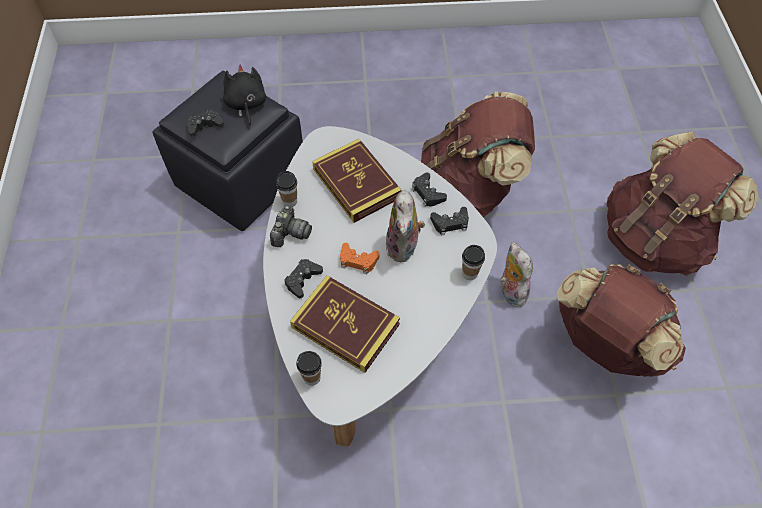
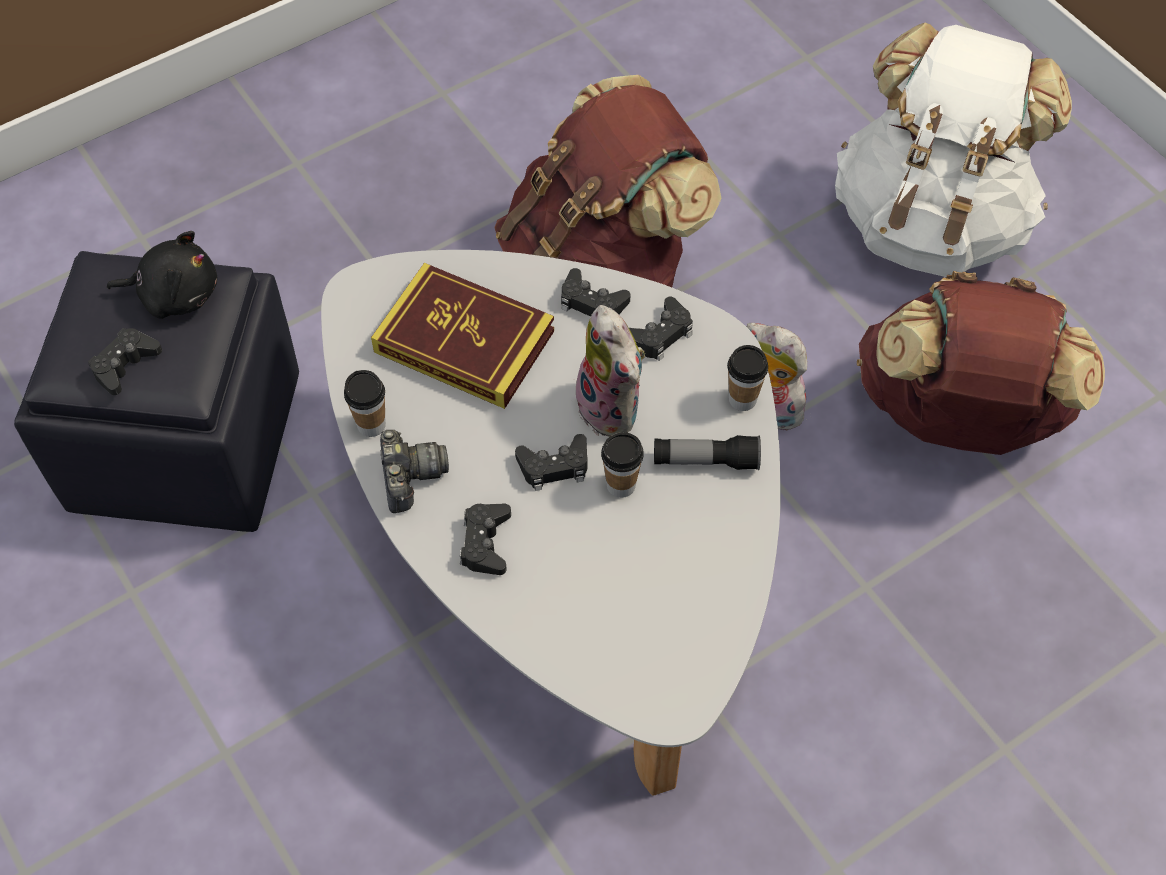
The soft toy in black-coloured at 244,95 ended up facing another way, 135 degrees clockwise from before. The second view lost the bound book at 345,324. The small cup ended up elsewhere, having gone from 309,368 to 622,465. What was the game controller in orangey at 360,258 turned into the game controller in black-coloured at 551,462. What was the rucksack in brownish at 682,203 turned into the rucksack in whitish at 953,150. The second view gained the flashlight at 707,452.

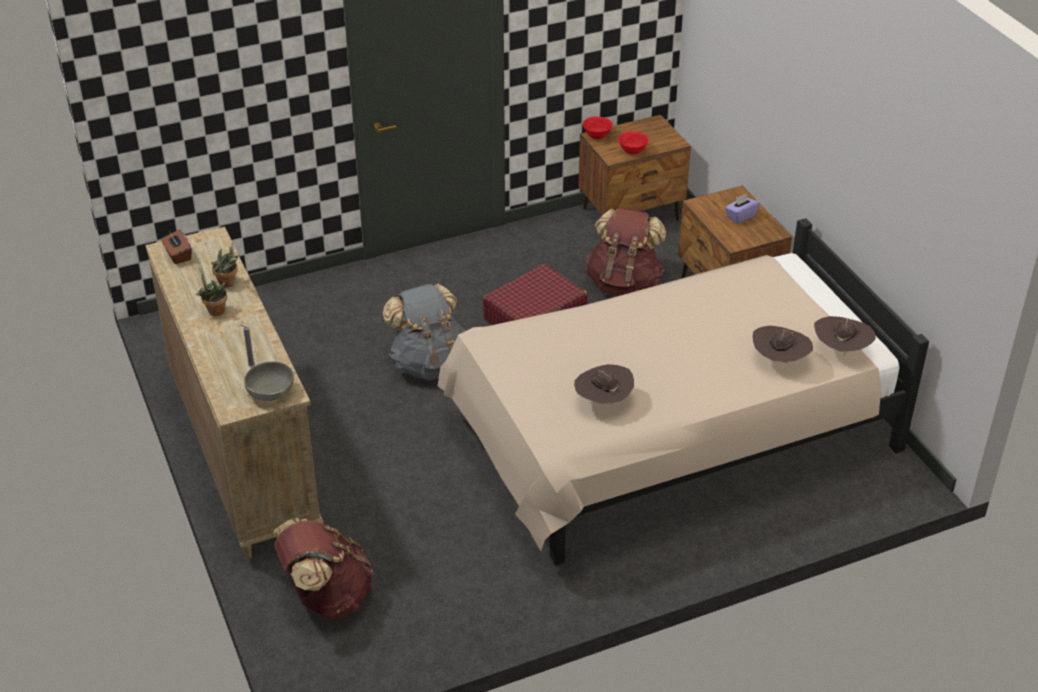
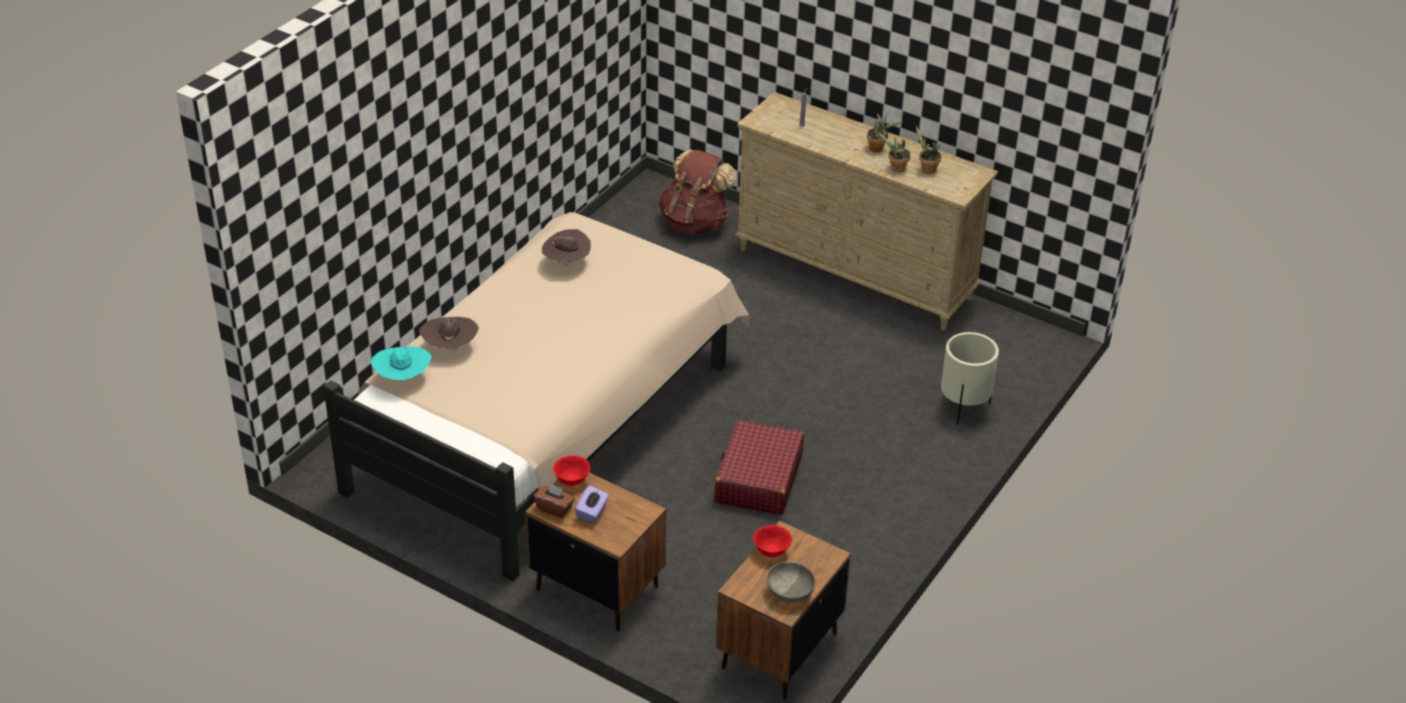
The tissue box in brownish ended up elsewhere, having gone from 176,246 to 554,501. The deep dish in greyish ended up elsewhere, having gone from 269,381 to 790,582. The second view lost the rucksack in greyish at 424,332. The deep dish in red-coloured ended up elsewhere, having gone from 598,128 to 572,470. The second view lost the rucksack in brownish at 625,252. What was the clothing hat in brownish at 845,336 turned into the clothing hat in blue-green at 401,363. The second view gained the plant in a pot at 928,150. The second view gained the planter in beige at 970,378.

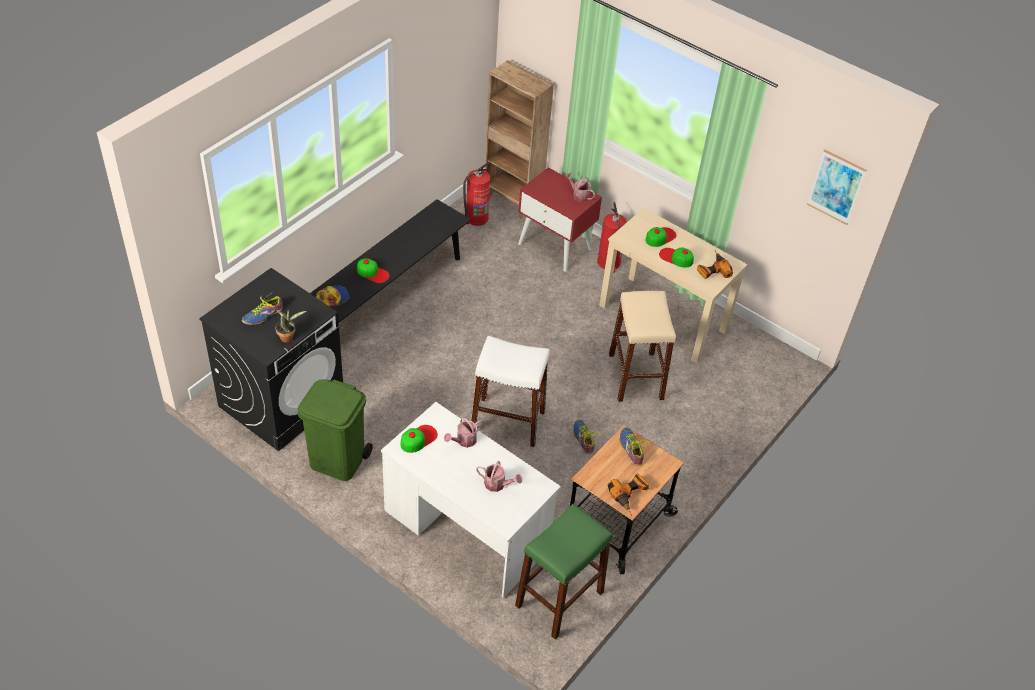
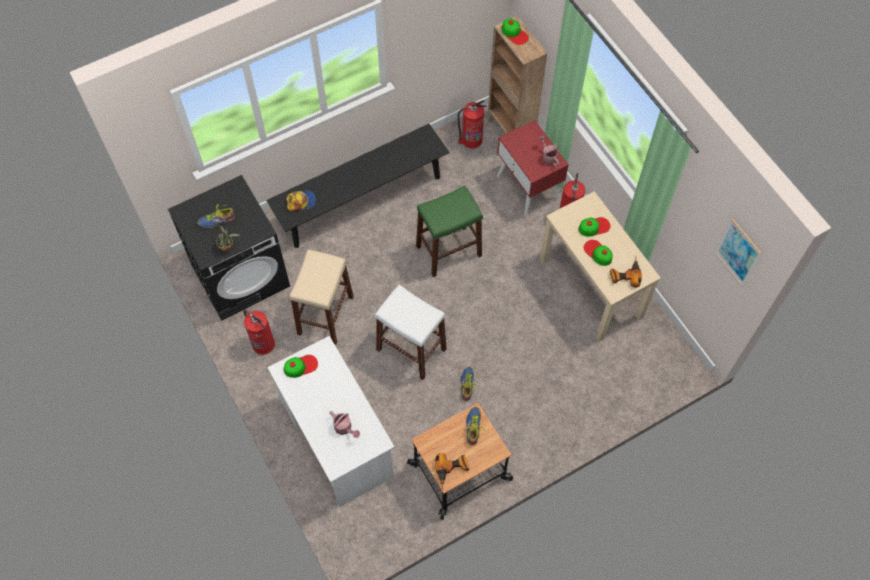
Where the rubbish bin in green-coloured stood at 335,430, the fire extinguisher came to stand at 259,332. The peaked cap ended up elsewhere, having gone from 373,270 to 515,32. The second view lost the watering can at 463,433. The stool seat in green-coloured ended up elsewhere, having gone from 564,572 to 449,231. The stool seat in beige ended up elsewhere, having gone from 642,346 to 321,297.

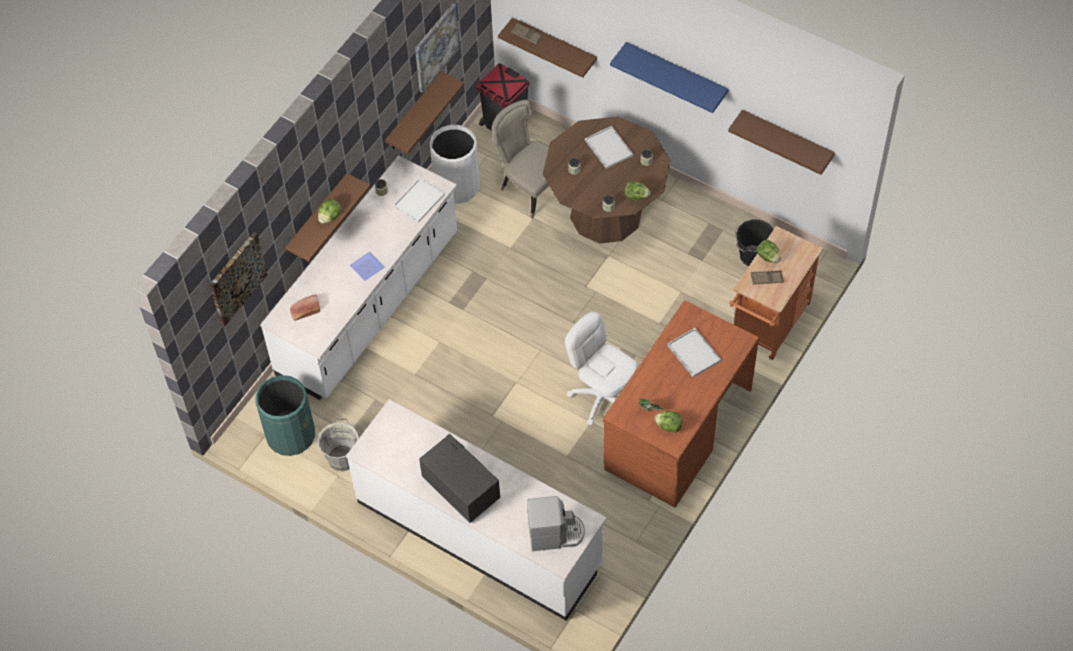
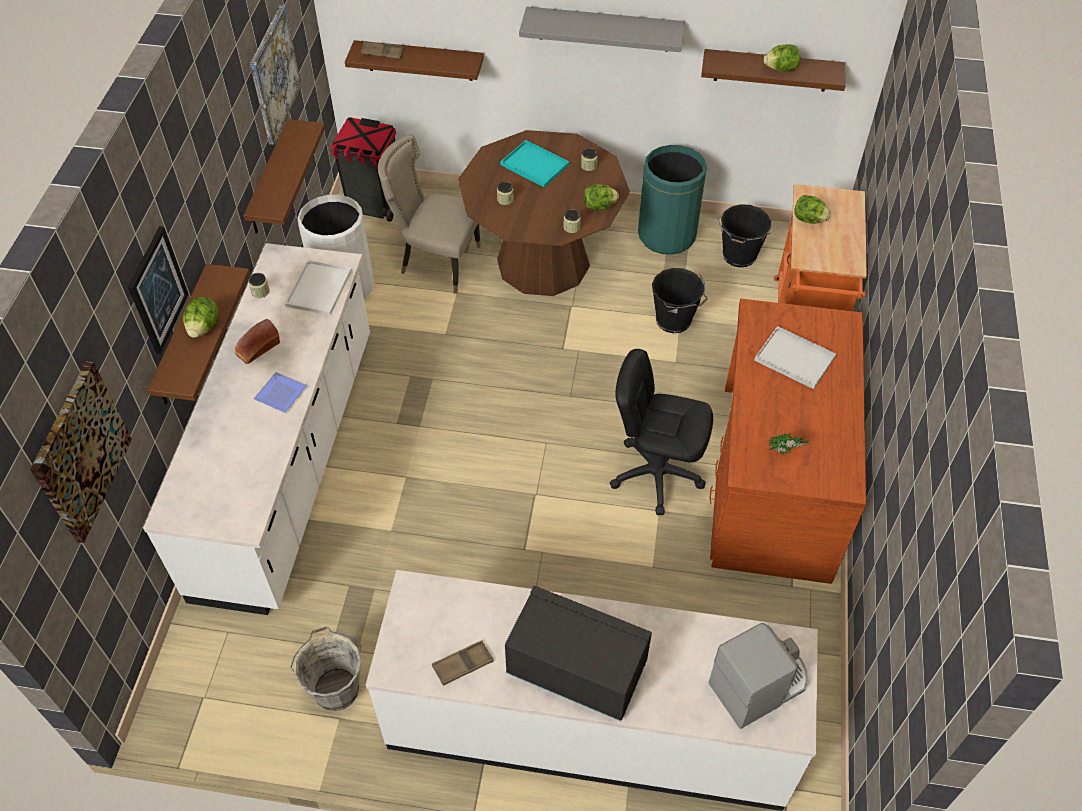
The rubbish bin in green-coloured ended up elsewhere, having gone from 285,415 to 672,200. The baked bread ended up elsewhere, having gone from 305,307 to 257,341. What was the office chair in whitish at 601,368 turned into the office chair in black-coloured at 661,432. What was the carrying tray in whitish at 609,147 turned into the carrying tray in blue-green at 534,163. What was the shelf in blue-coloured at 669,77 turned into the shelf in greyish at 602,29. The head of lettuce ended up elsewhere, having gone from 668,421 to 782,58. The carrying tray in brownish ended up elsewhere, having gone from 767,277 to 463,663. The second view gained the picture at 158,290. The second view gained the water bucket in black-coloured at 680,300.

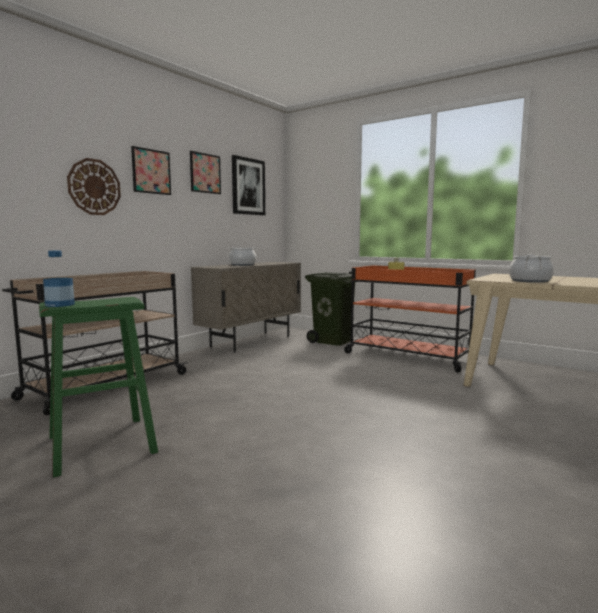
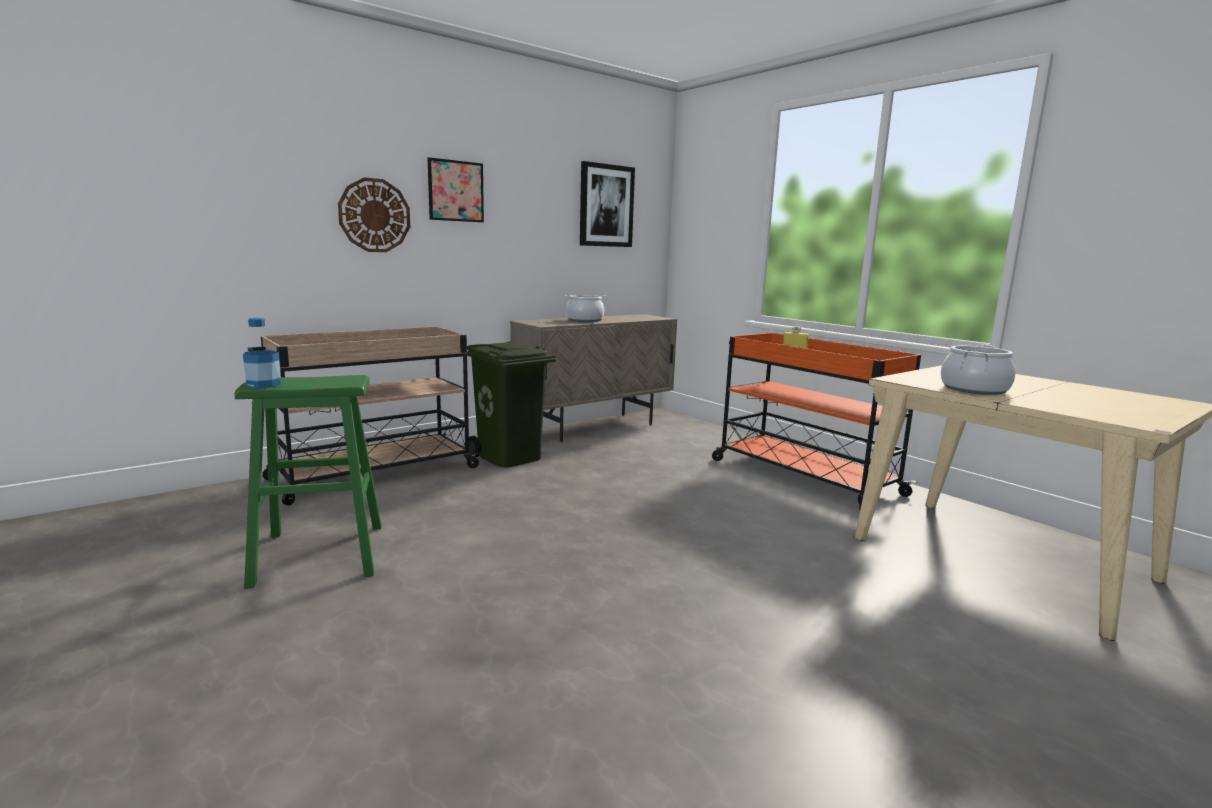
The second view lost the picture at 205,172. The rubbish bin in green-coloured ended up elsewhere, having gone from 330,308 to 511,404.

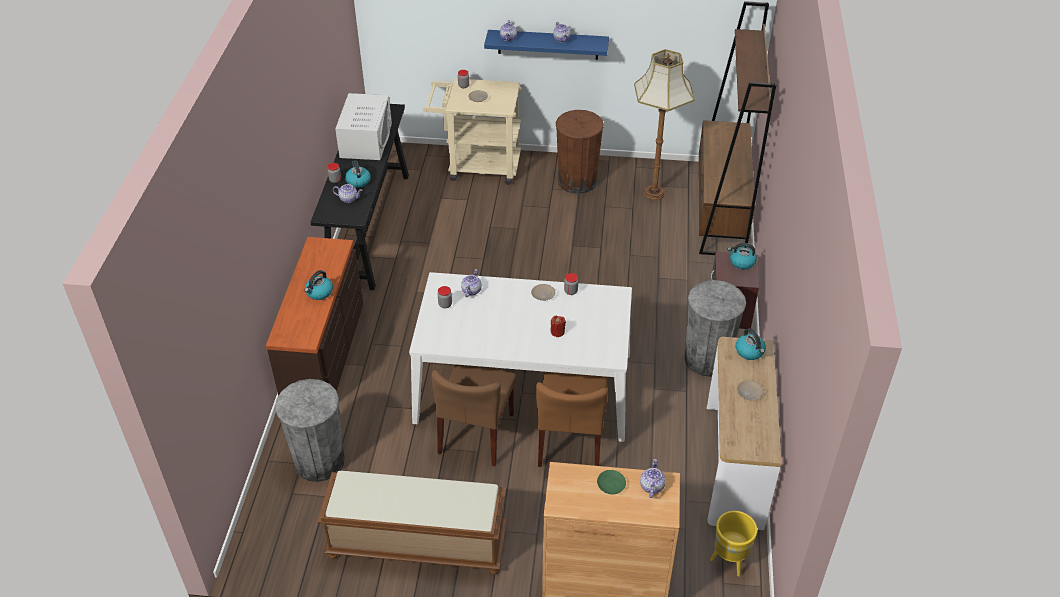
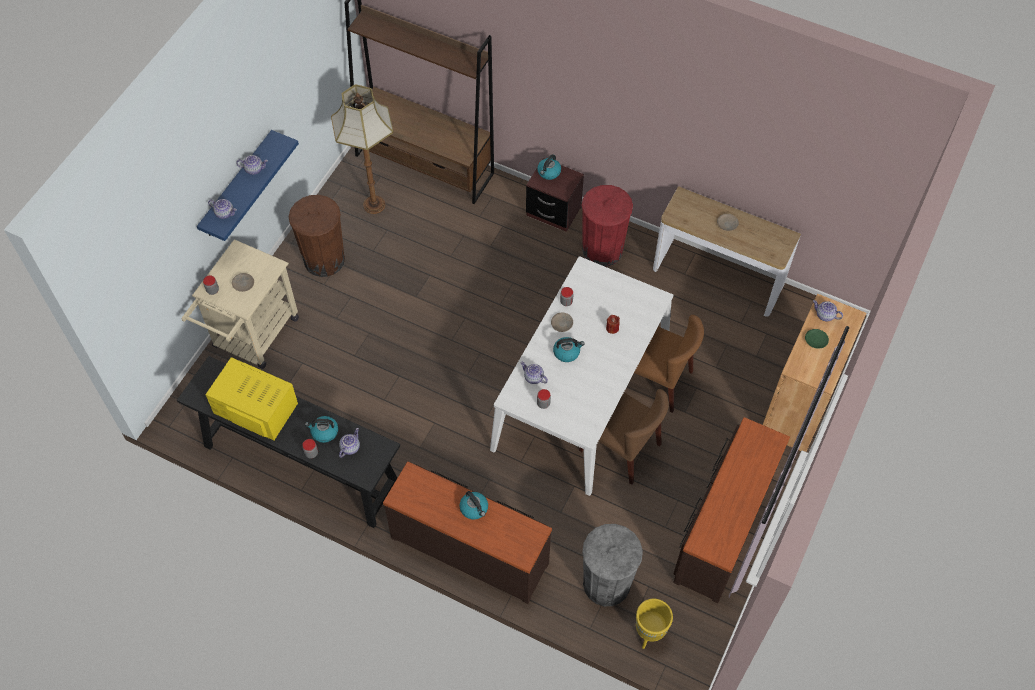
Where the indoor bench in brownish stood at 412,523, the dresser in brownish came to stand at 731,510. What was the kitchen microwave in whitish at 363,126 turned into the kitchen microwave in yellowish at 251,399. What was the rubbish bin in greyish at 715,328 turned into the rubbish bin in red-coloured at 607,226. The planter in yellowish ended up elsewhere, having gone from 733,544 to 654,624. The kettle ended up elsewhere, having gone from 751,344 to 569,349.

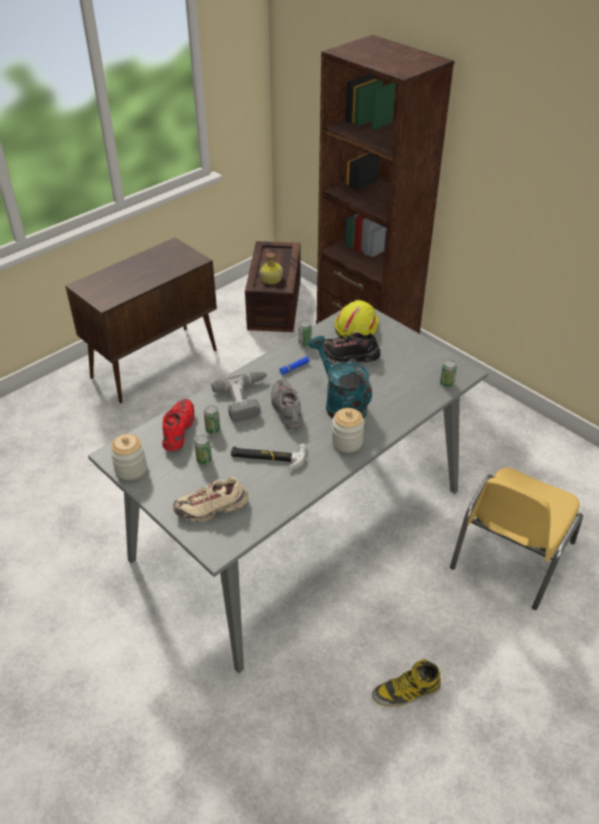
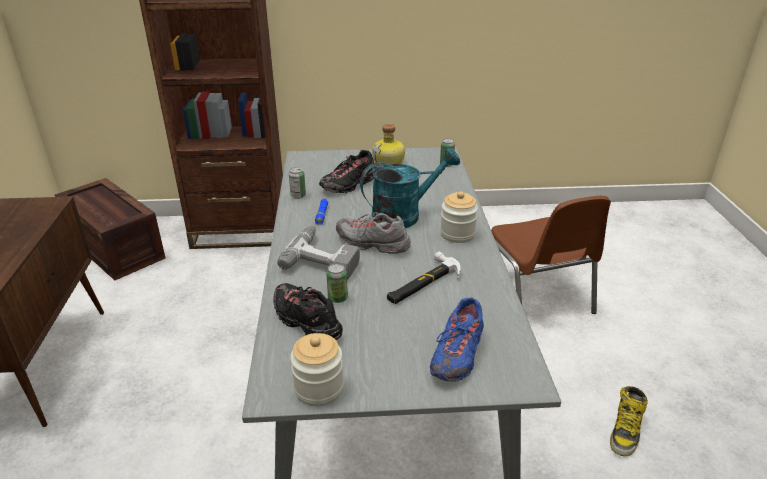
What was the item of footwear in red-coloured at 178,425 turned into the item of footwear in black-coloured at 308,311. What was the item of footwear in beige at 210,499 turned into the item of footwear in blue-coloured at 457,340. The second view lost the can at 203,450. The beverage bottle ended up elsewhere, having gone from 271,268 to 388,145. The watering can in blue-green at 340,377 ended up facing another way, 150 degrees clockwise from before. The second view lost the hard hat in yellowish at 356,319. What was the upright chair in yellowish at 516,539 turned into the upright chair in brownish at 551,255.

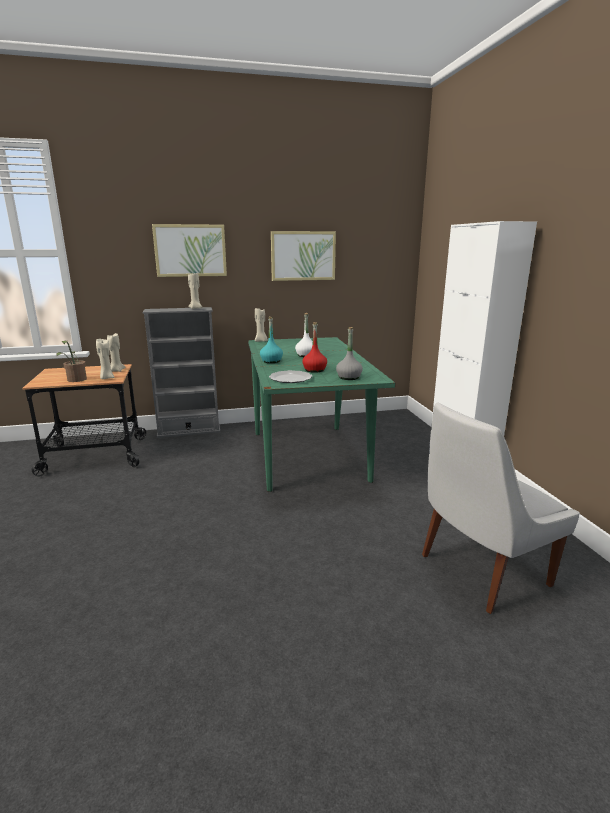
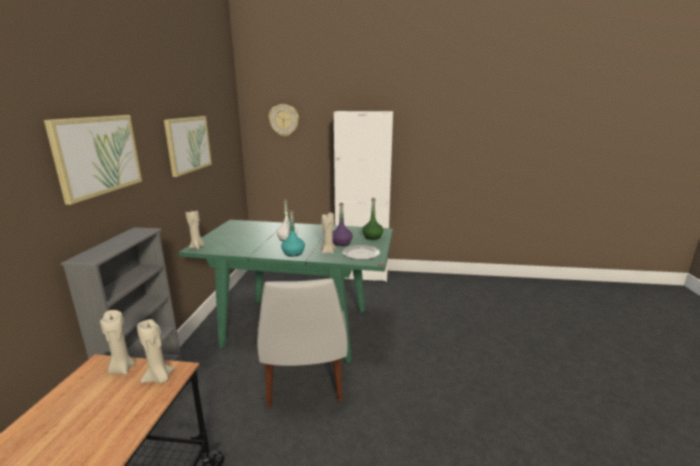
The second view lost the plant in a pot at 71,361. The candle in beige ended up elsewhere, having gone from 195,291 to 328,233. What was the beverage bottle in red-coloured at 314,347 turned into the beverage bottle in purple-coloured at 343,224. What was the beverage bottle in greyish at 349,353 turned into the beverage bottle in green-coloured at 372,219. The upright chair in whitish ended up elsewhere, having gone from 501,508 to 302,343. The second view gained the wall clock at 284,120.

